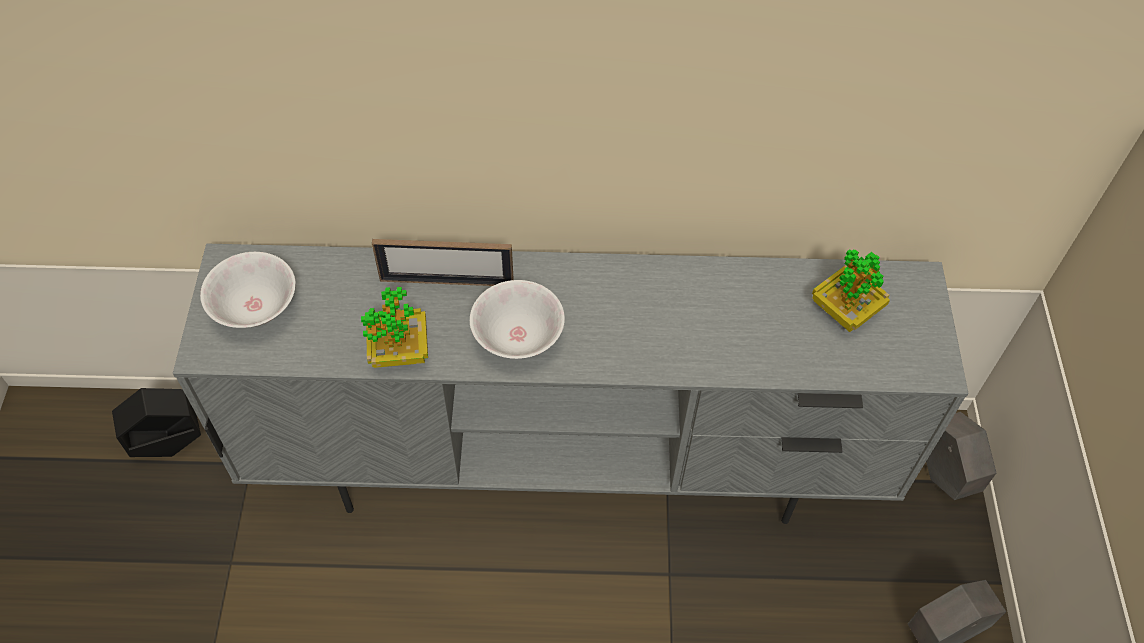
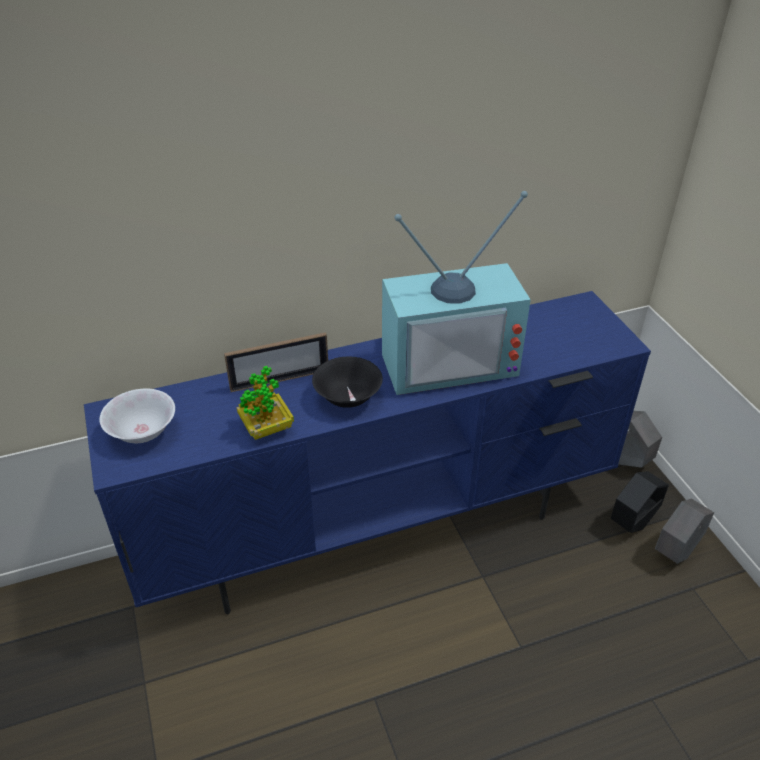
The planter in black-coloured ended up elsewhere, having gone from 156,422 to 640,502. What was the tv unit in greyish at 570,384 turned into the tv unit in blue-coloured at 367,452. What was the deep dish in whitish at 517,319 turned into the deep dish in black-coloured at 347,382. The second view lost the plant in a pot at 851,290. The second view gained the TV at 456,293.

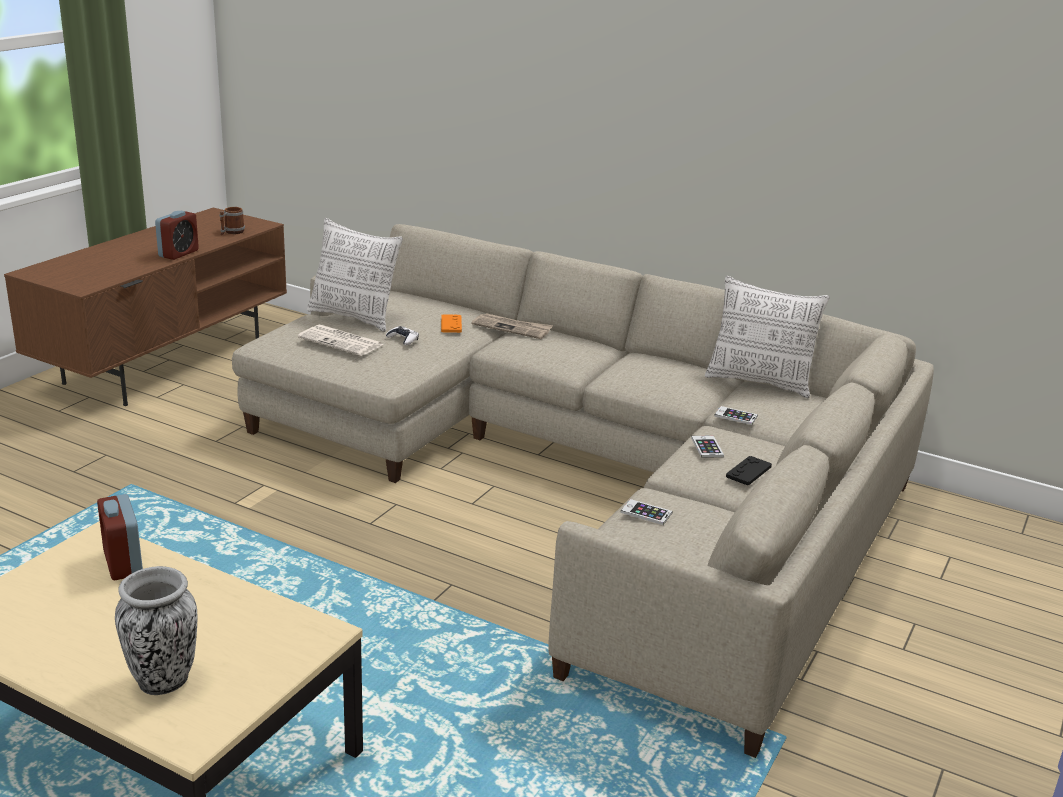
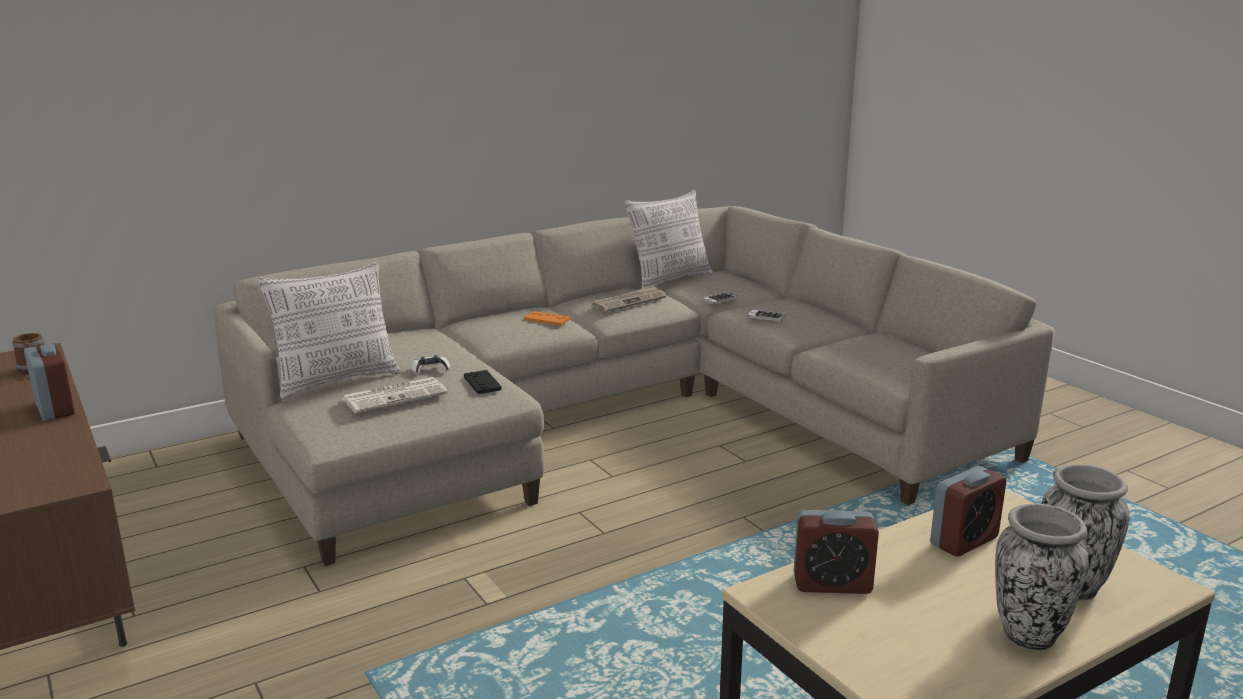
The game controller in orangey ended up elsewhere, having gone from 451,323 to 547,318. The printed paper ended up elsewhere, having gone from 512,326 to 629,298. The second view lost the phone at 646,512. The game controller in black-coloured ended up elsewhere, having gone from 749,470 to 483,382. The second view gained the bedside clock at 968,511. The second view gained the decorative vase at 1042,577.

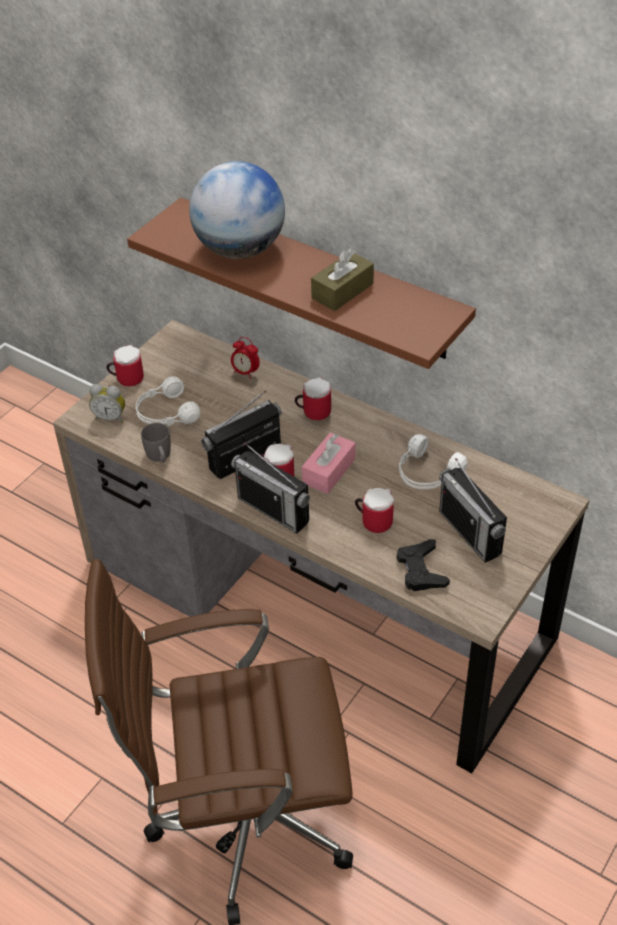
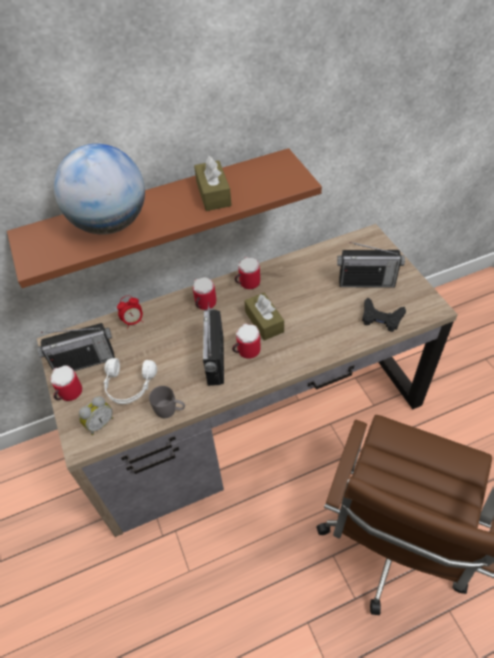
The radio set ended up elsewhere, having gone from 270,488 to 76,347. What was the tissue box in pink at 328,463 turned into the tissue box in brownish at 264,317. The coffee mug ended up elsewhere, having gone from 374,510 to 247,273. The second view lost the headset in whitish at 433,461.

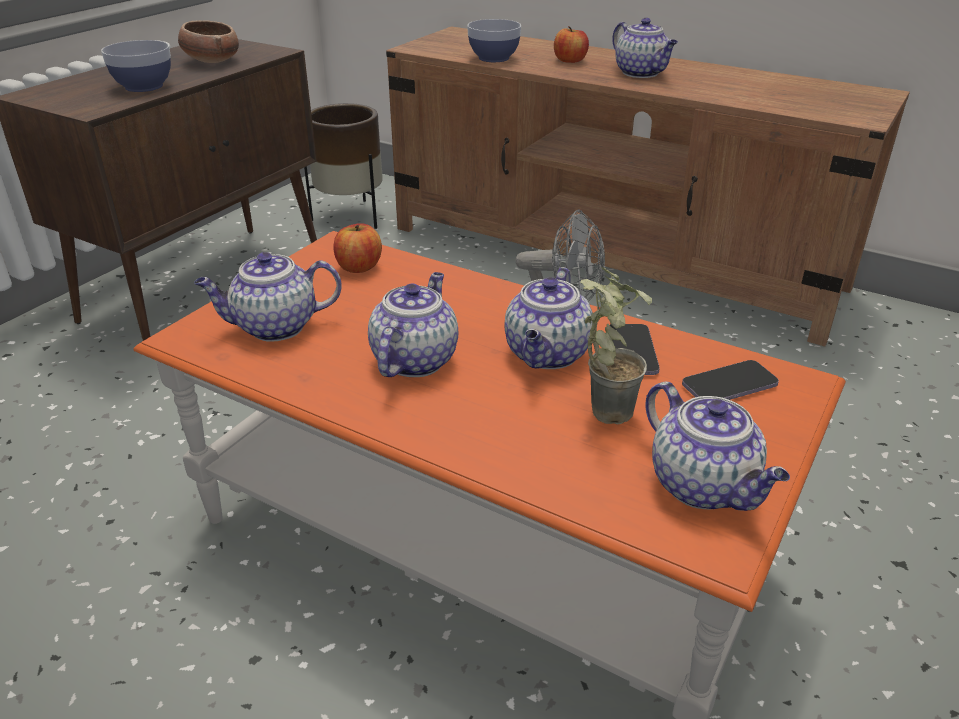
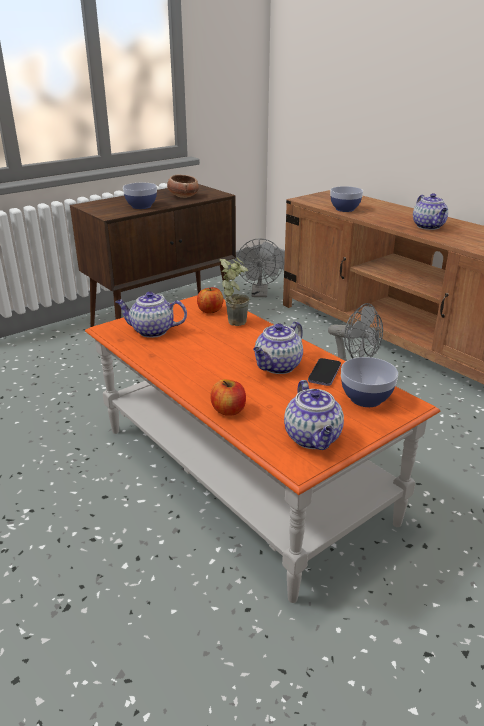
Where the planter in brownish stood at 343,166, the electric fan in greyish came to stand at 259,267. The second view lost the tea pot at 413,324. The whole apple ended up elsewhere, having gone from 571,44 to 228,397. The plant in a pot ended up elsewhere, having gone from 616,346 to 235,292. Where the phone stood at 730,380, the deep dish came to stand at 369,382.

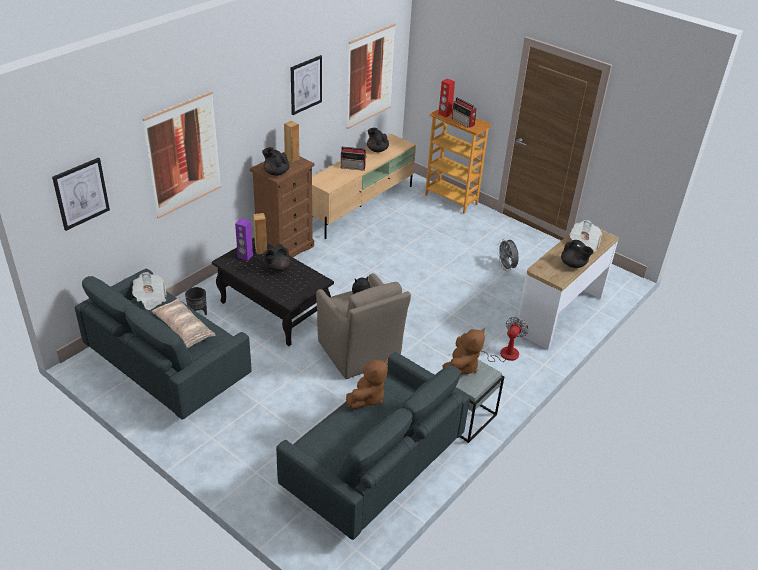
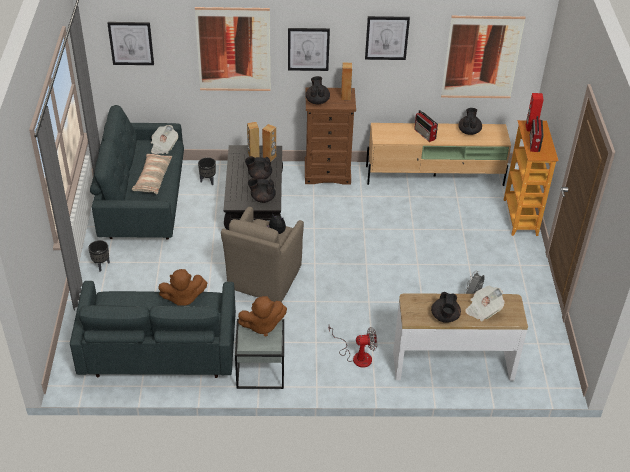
What was the speaker in purple-coloured at 244,239 turned into the speaker in brownish at 253,140. The second view gained the planter in black-coloured at 99,255. The second view gained the tea pot in black-coloured at 262,190. The second view gained the picture at 309,49.

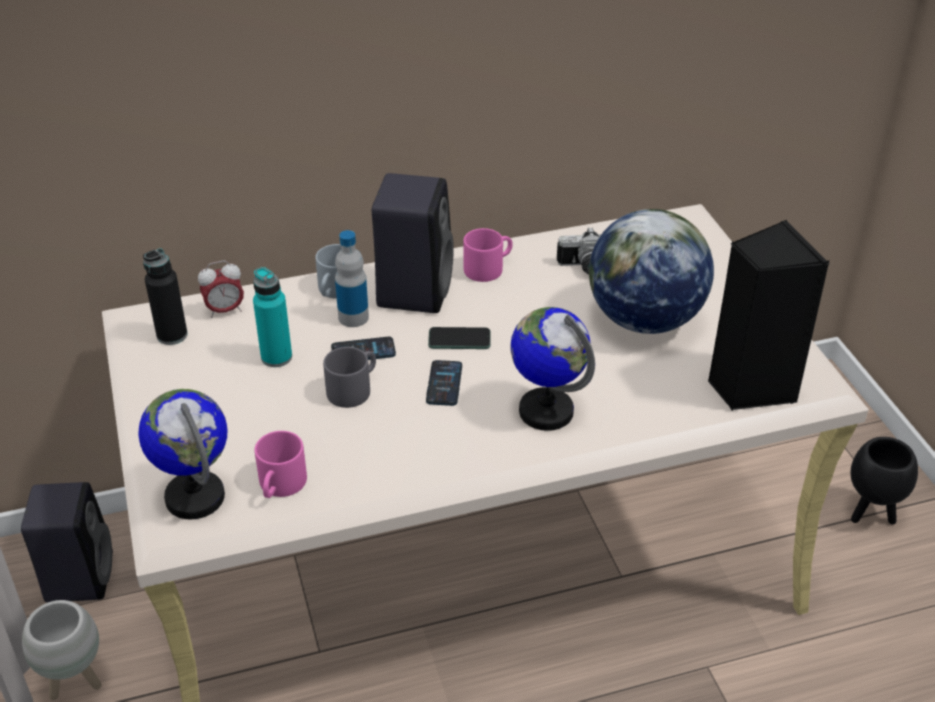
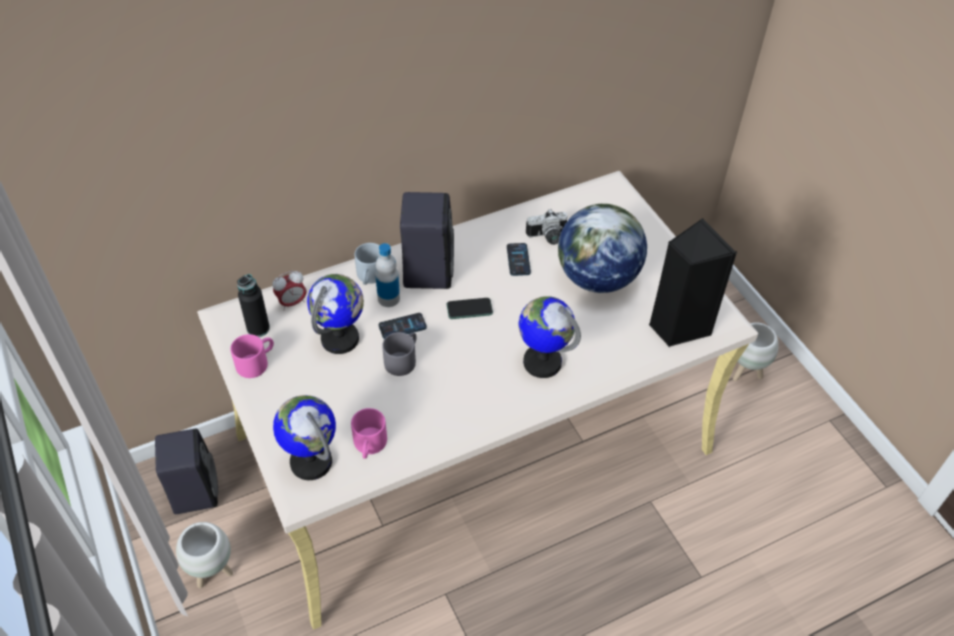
Where the beverage bottle in blue-green stood at 272,317, the world globe came to stand at 335,314. The phone ended up elsewhere, having gone from 444,383 to 519,259. The coffee mug in pink ended up elsewhere, having gone from 488,255 to 252,356. What was the planter in black-coloured at 884,480 turned into the planter in whitish at 756,351.

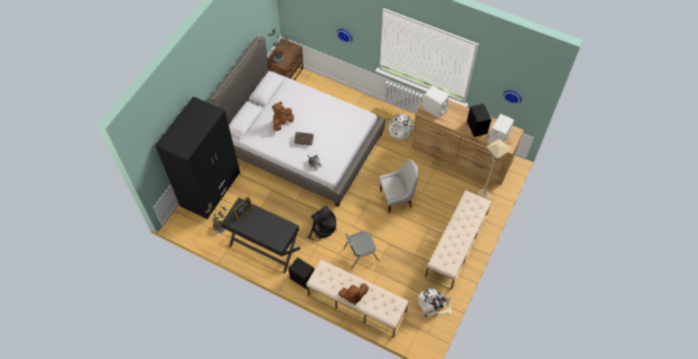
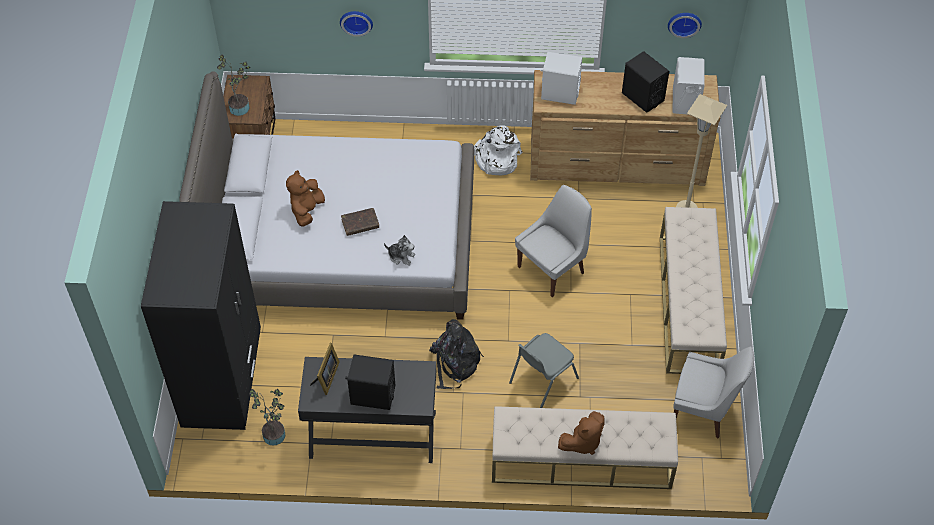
The speaker in black-coloured ended up elsewhere, having gone from 301,273 to 370,382. Where the rucksack in whitish stood at 434,302, the upright chair in whitish came to stand at 713,392.

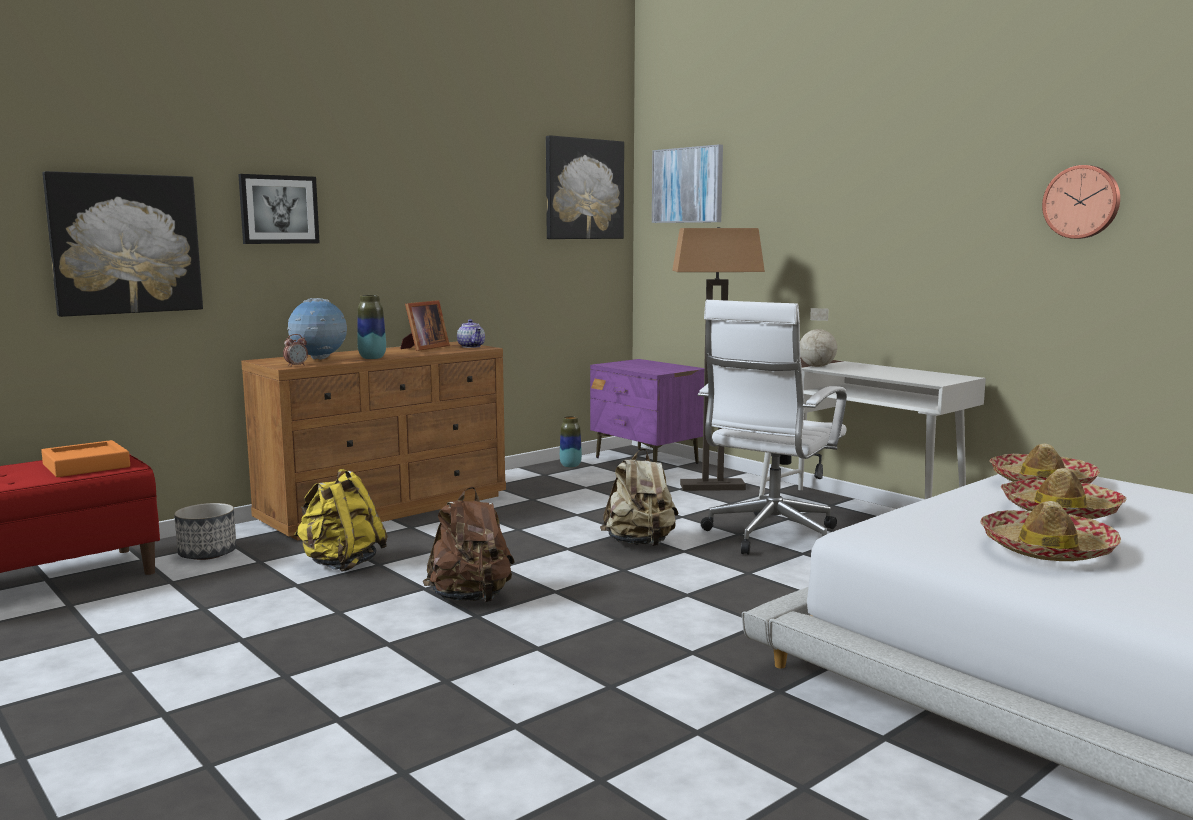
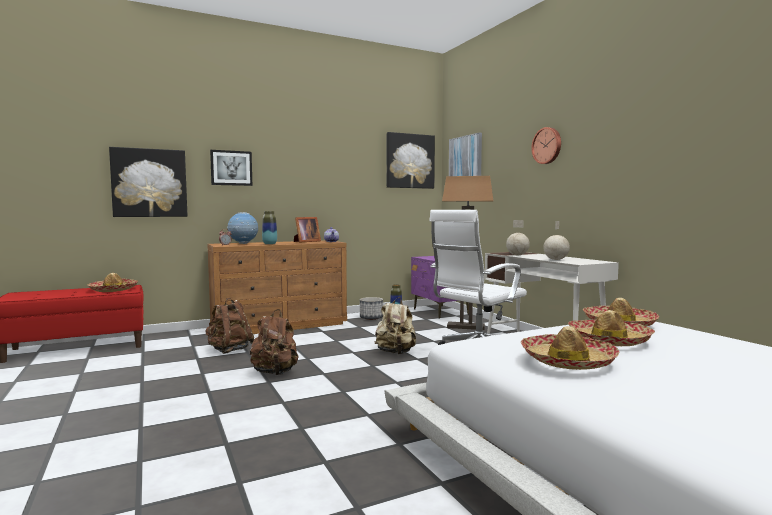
Where the carrying tray in orangey stood at 85,458, the clothing hat came to stand at 113,282. The planter ended up elsewhere, having gone from 205,531 to 371,308. What was the rucksack in yellowish at 341,520 turned into the rucksack in brownish at 229,326. The wall clock ended up elsewhere, having gone from 1081,202 to 546,145. The second view gained the world globe at 556,240.

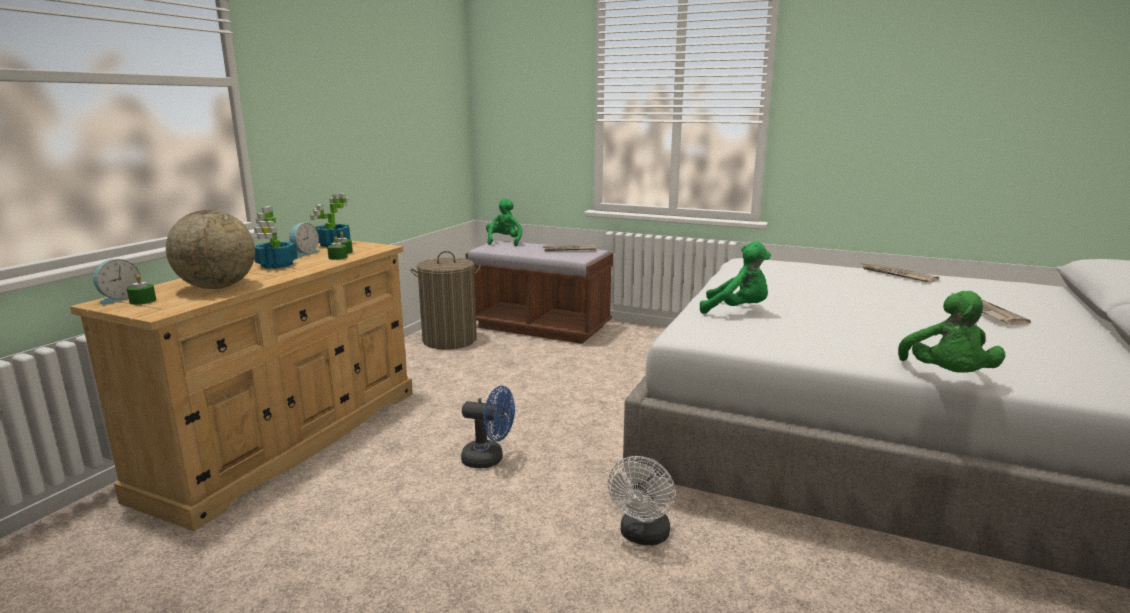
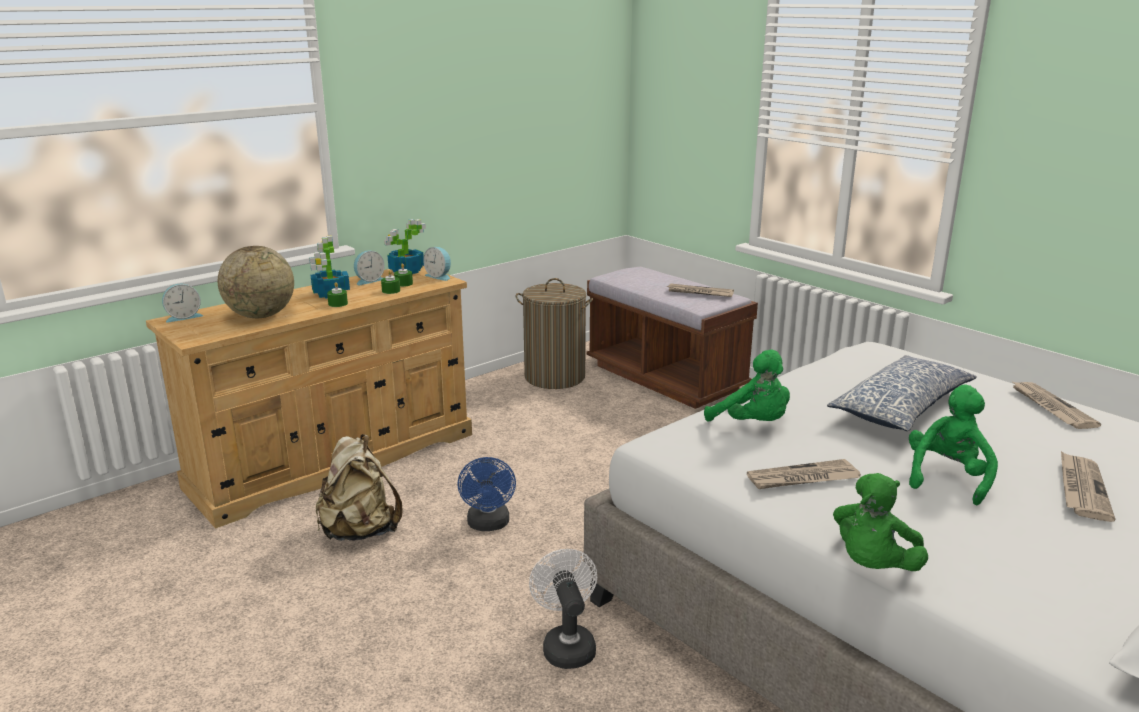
The candle in green-coloured ended up elsewhere, having gone from 141,290 to 337,294. The electric fan in blue-coloured at 488,427 ended up facing another way, 45 degrees clockwise from before. The soft toy in green-coloured ended up elsewhere, having gone from 504,222 to 953,444. The electric fan in whitish at 641,500 ended up facing another way, 120 degrees clockwise from before. The second view gained the rucksack in beige at 359,487. The second view gained the bedside clock at 437,264. The second view gained the printed paper at 804,474. The second view gained the pillow at 902,393.

